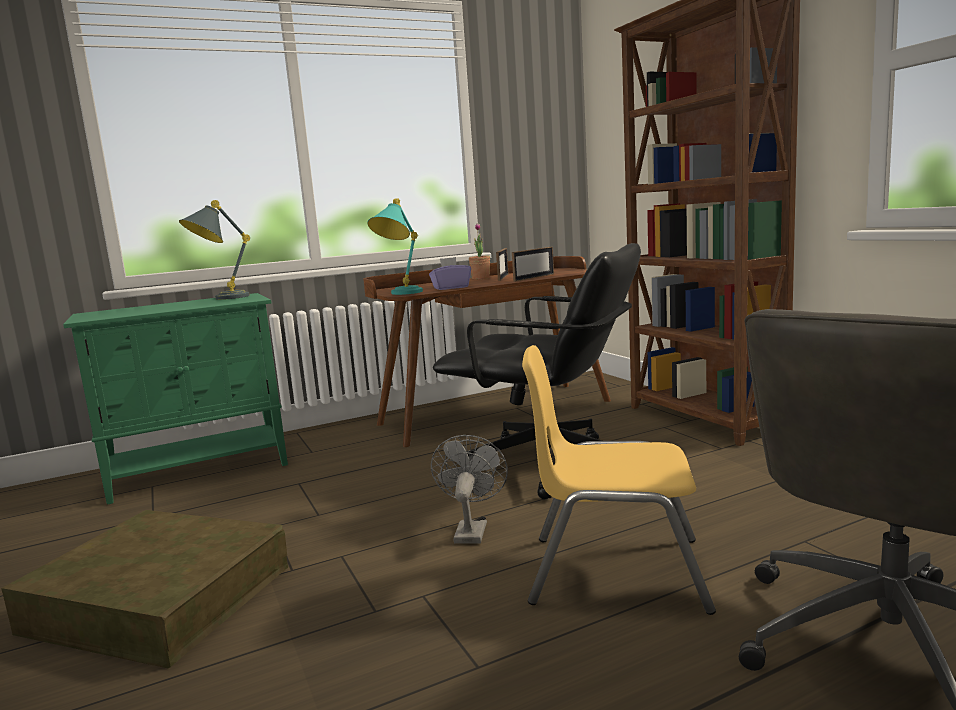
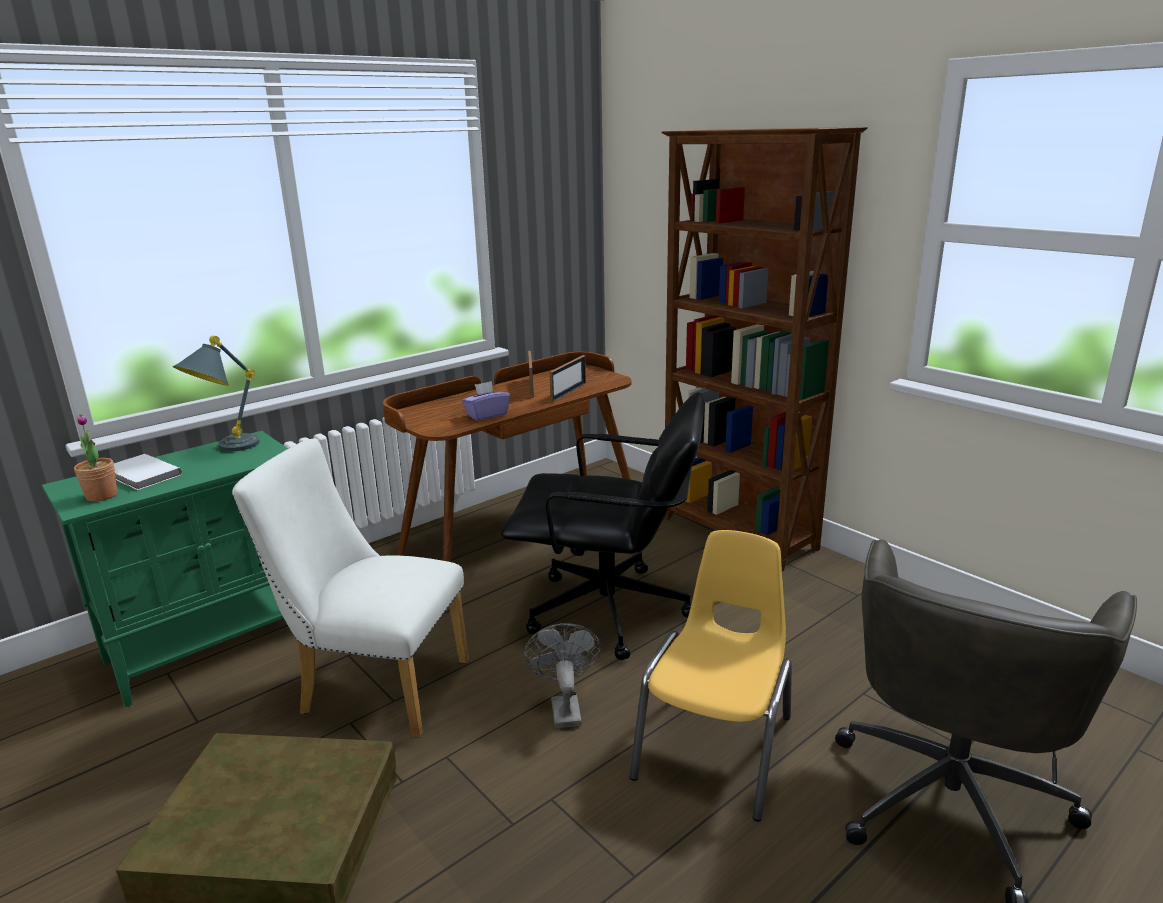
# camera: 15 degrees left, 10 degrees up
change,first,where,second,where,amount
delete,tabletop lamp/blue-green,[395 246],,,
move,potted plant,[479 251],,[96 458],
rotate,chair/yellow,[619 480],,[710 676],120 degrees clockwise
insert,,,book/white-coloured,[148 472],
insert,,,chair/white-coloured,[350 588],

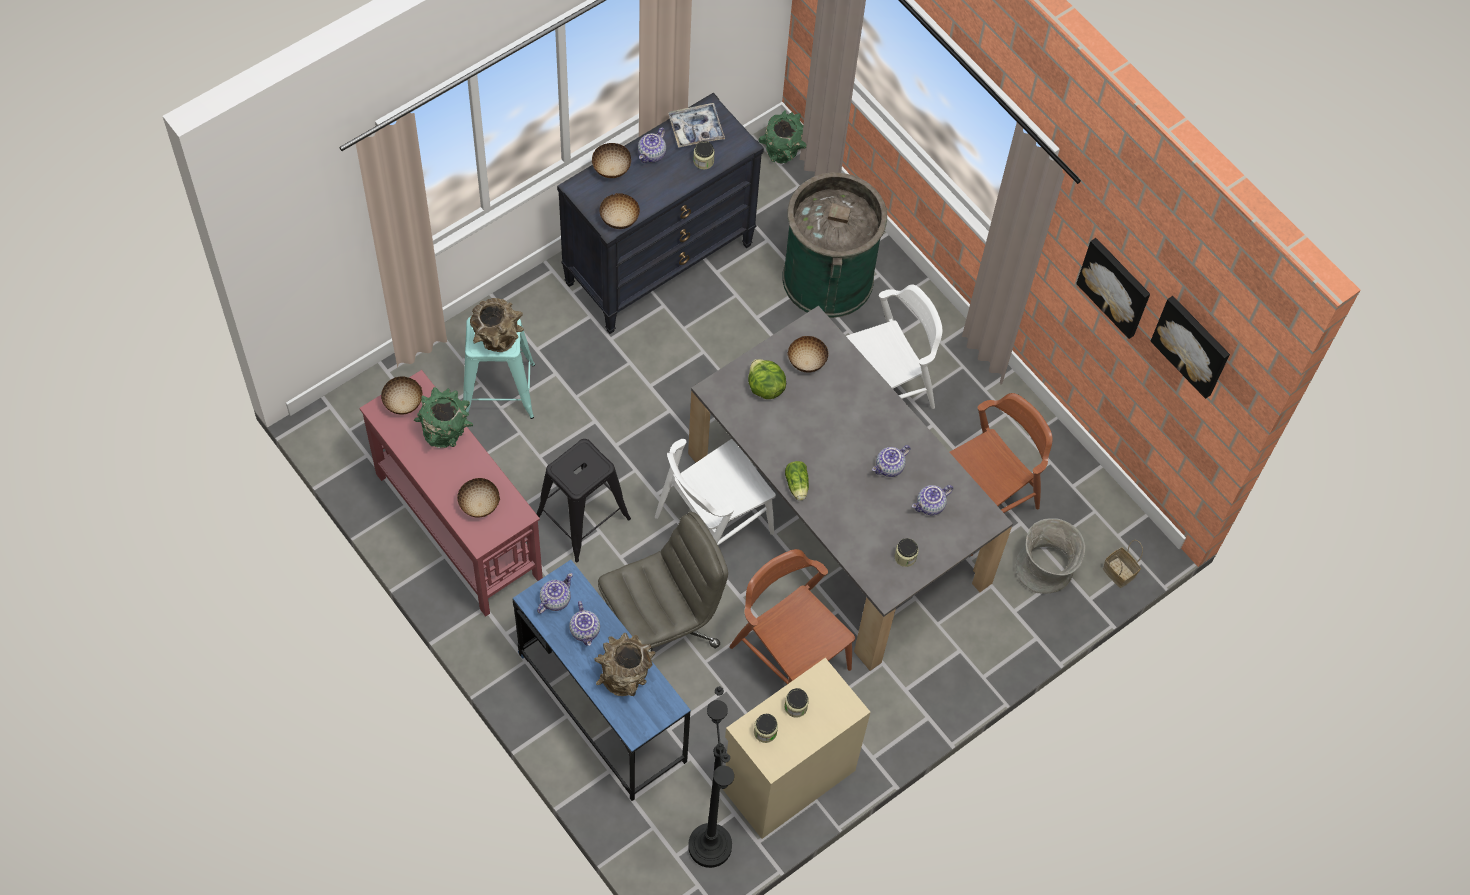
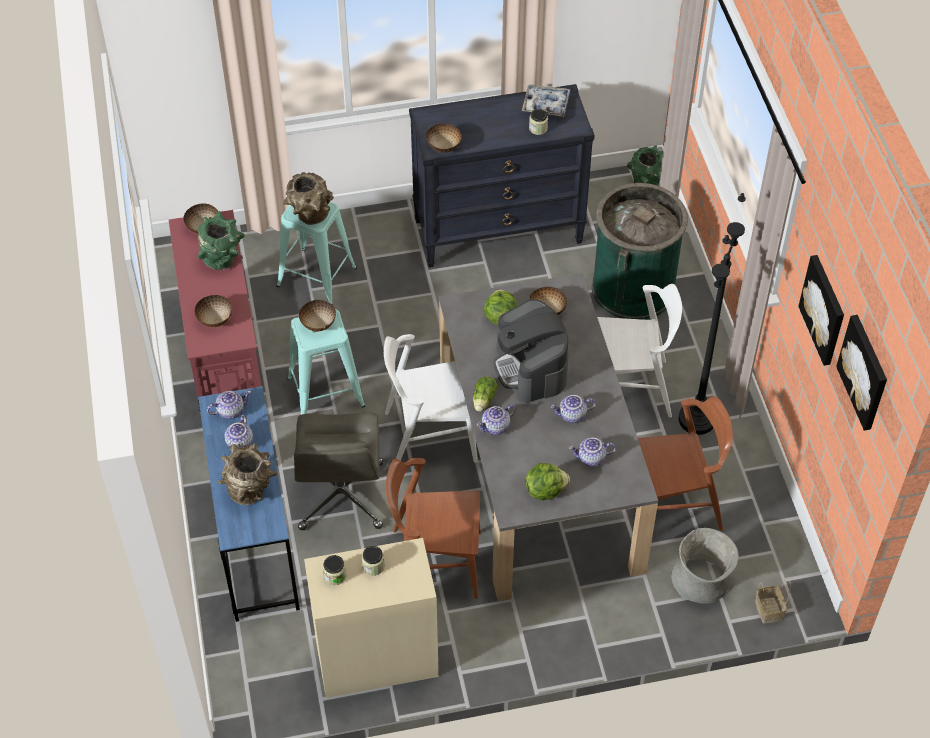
# camera: 30 degrees right, 10 degrees down
change,first,where,second,where,amount
recolor,sitting stool/black,[584 500],sitting stool/blue-green,[326 362],
move,bowl,[611 160],,[317 315],
rotate,desk chair/grey,[663 582],,[338 471],90 degrees clockwise
move,tea pot,[652 145],,[496 419],
move,standard lamp/black,[711 777],,[712 314],
rotate,chair/brown,[792 616],,[433 528],75 degrees counterclockwise
replace,jar,[906 552],lettuce,[548 482],
insert,,,coffee machine,[531 351],

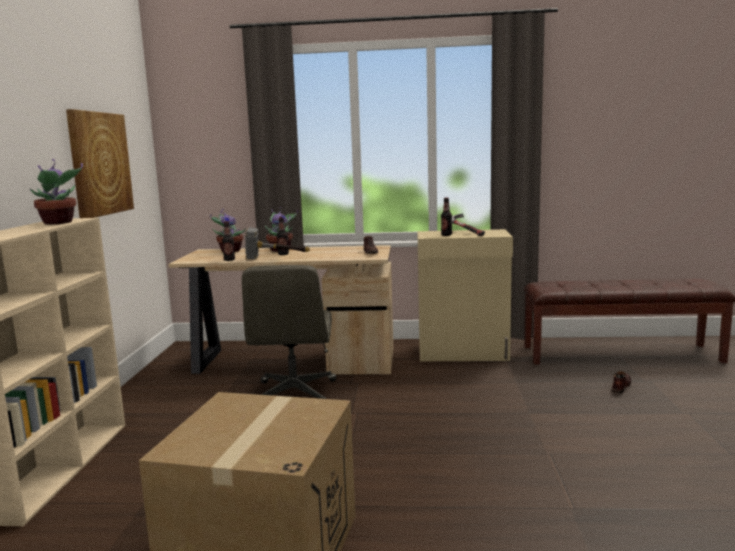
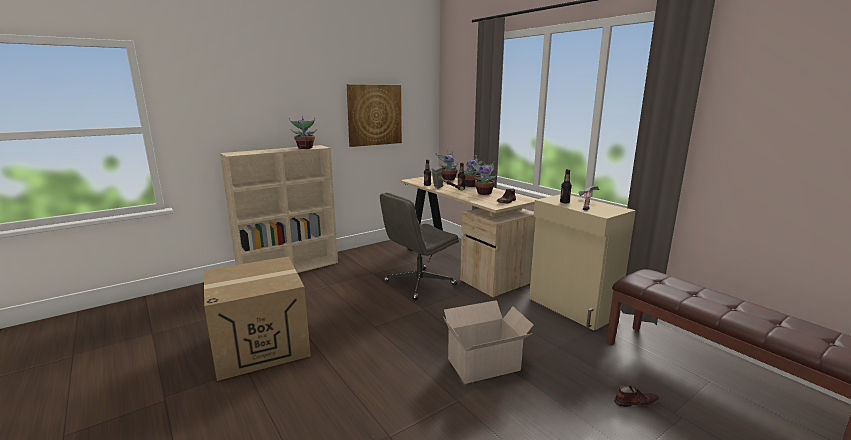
# camera: 50 degrees right, 5 degrees up
change,first,where,second,where,amount
insert,,,cardboard box,[488 342],
insert,,,potted plant,[484 177],

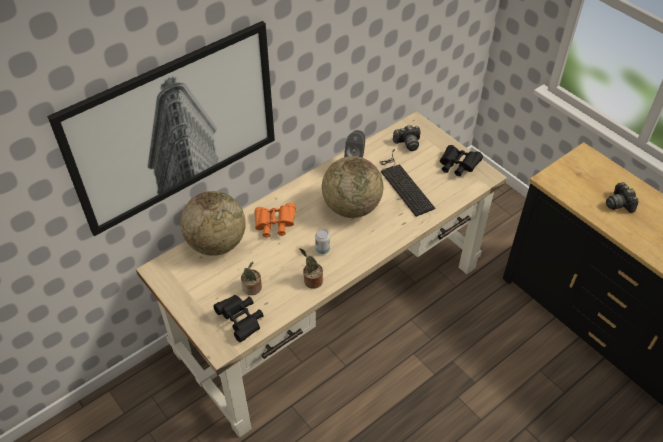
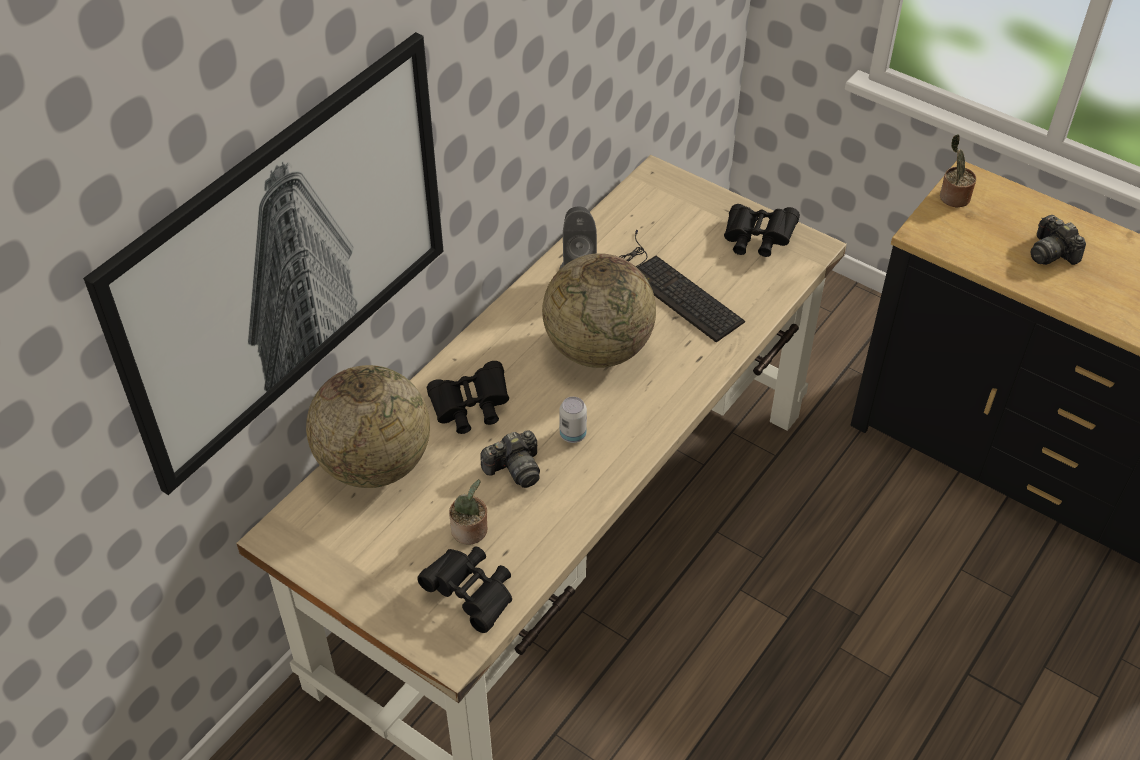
# camera: 15 degrees left, 0 degrees up
change,first,where,second,where,amount
recolor,pair of binoculars/orange,[275 220],pair of binoculars/black,[468 397],
move,potted plant,[311 268],,[958 170],
move,still camera,[407 138],,[510 459],

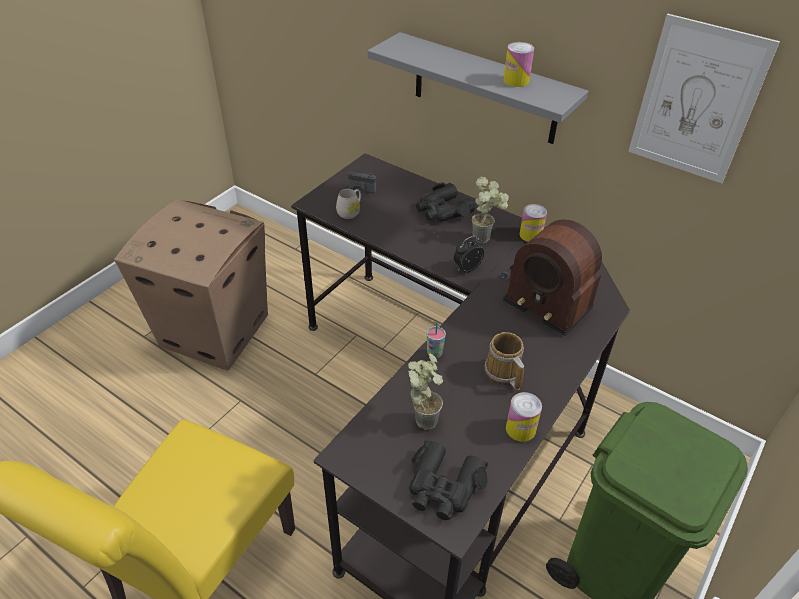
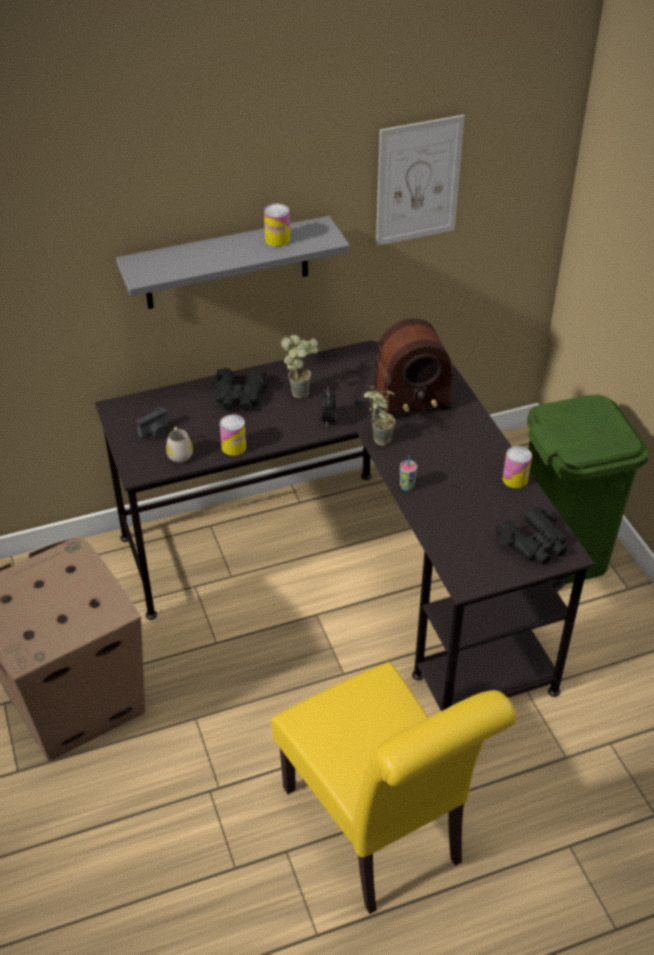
# camera: 55 degrees left, 0 degrees up
change,first,where,second,where,amount
move,potted plant,[425 391],,[380 415],
delete,coffee mug,[504 361],,,
move,can,[533 223],,[233 435],

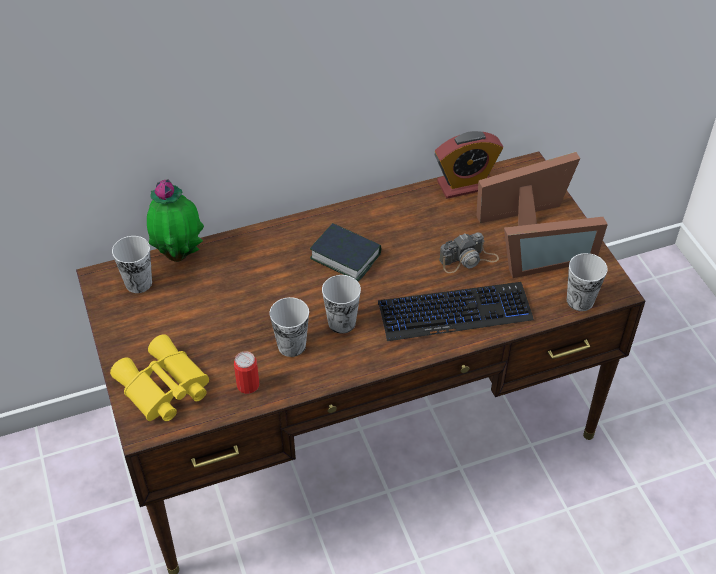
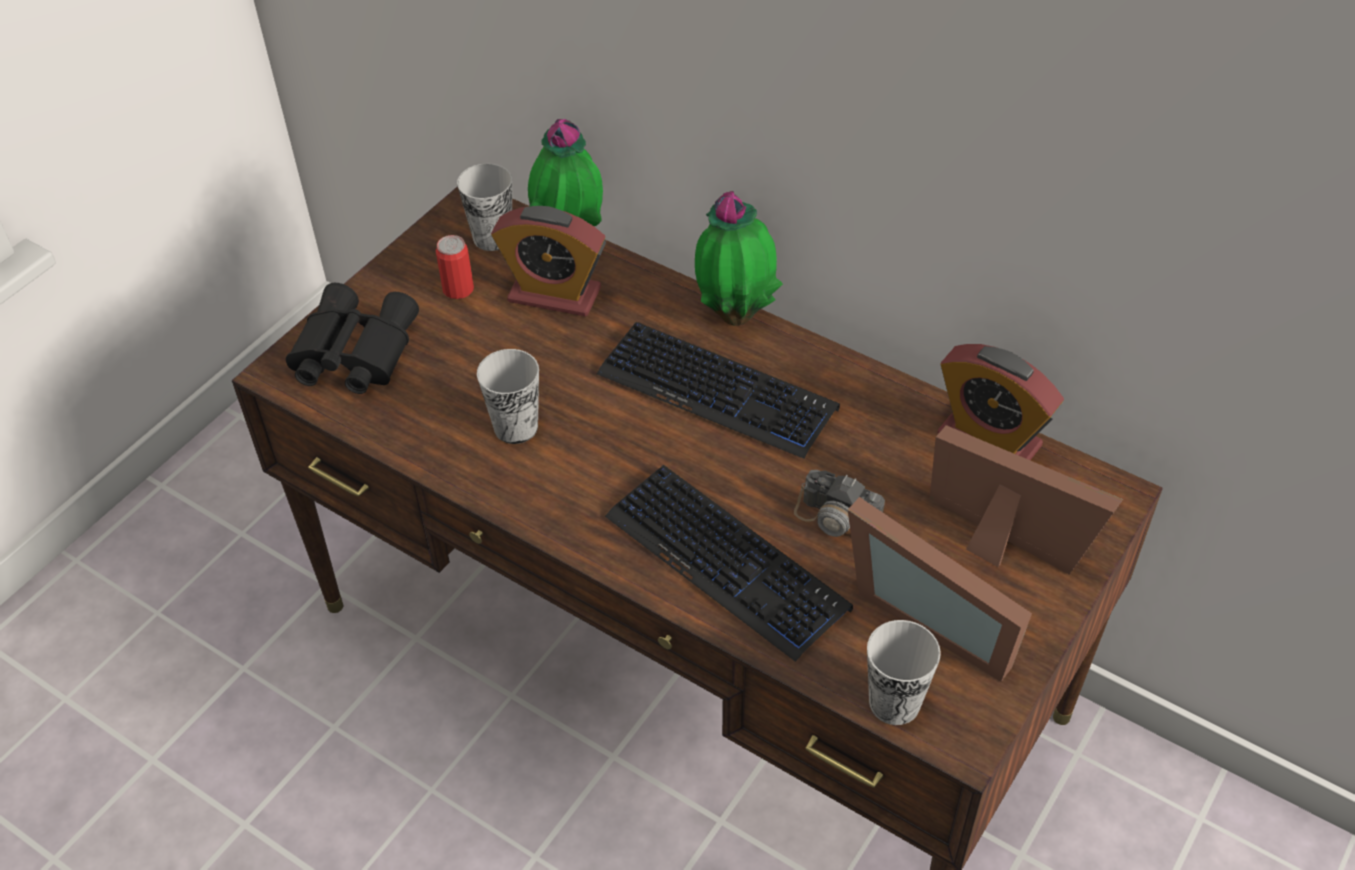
# camera: 55 degrees right, 0 degrees up
change,first,where,second,where,amount
recolor,pair of binoculars/yellow,[159 377],pair of binoculars/black,[352 338],
move,can,[246 372],,[455 267],
replace,book,[345 252],keyboard,[718 390],
delete,drinking cup,[341 304],,,
insert,,,alarm clock,[548 261],
insert,,,potted plant,[739 258],

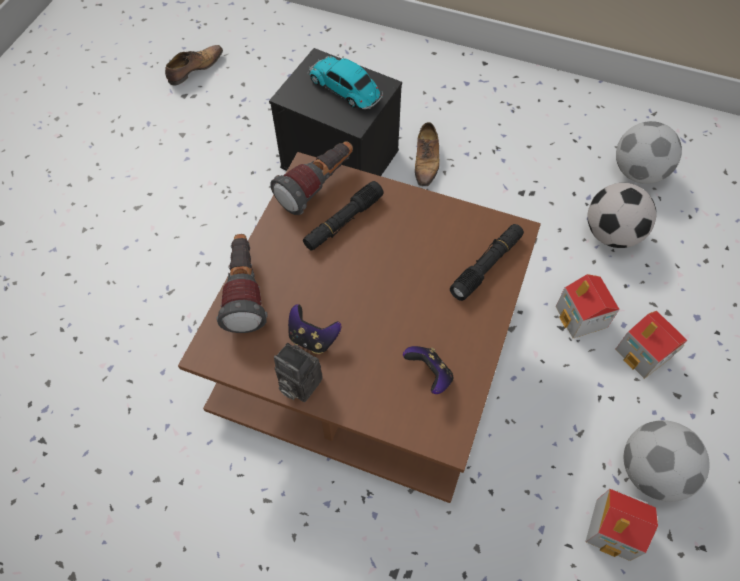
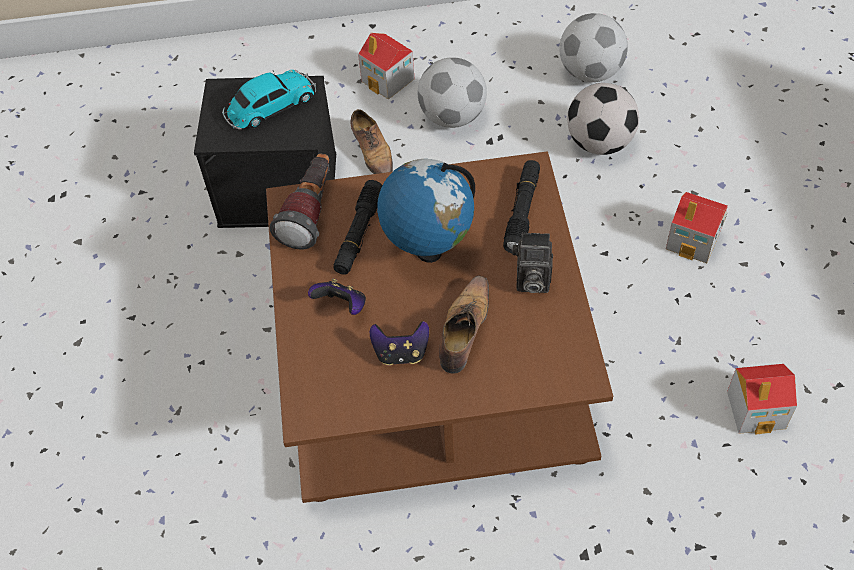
# camera: 25 degrees left, 5 degrees down
change,first,where,second,where,amount
move,item of footwear,[194 65],,[464 324],
delete,flashlight,[242 283],,,
move,still camera,[298 372],,[532 262],
rotate,model car,[345 82],,[269 99],135 degrees clockwise
move,joypad,[428 370],,[337 296],
move,toy house,[587 306],,[386 66],
move,football,[666 461],,[452 92],
insert,,,desk globe,[426 211],

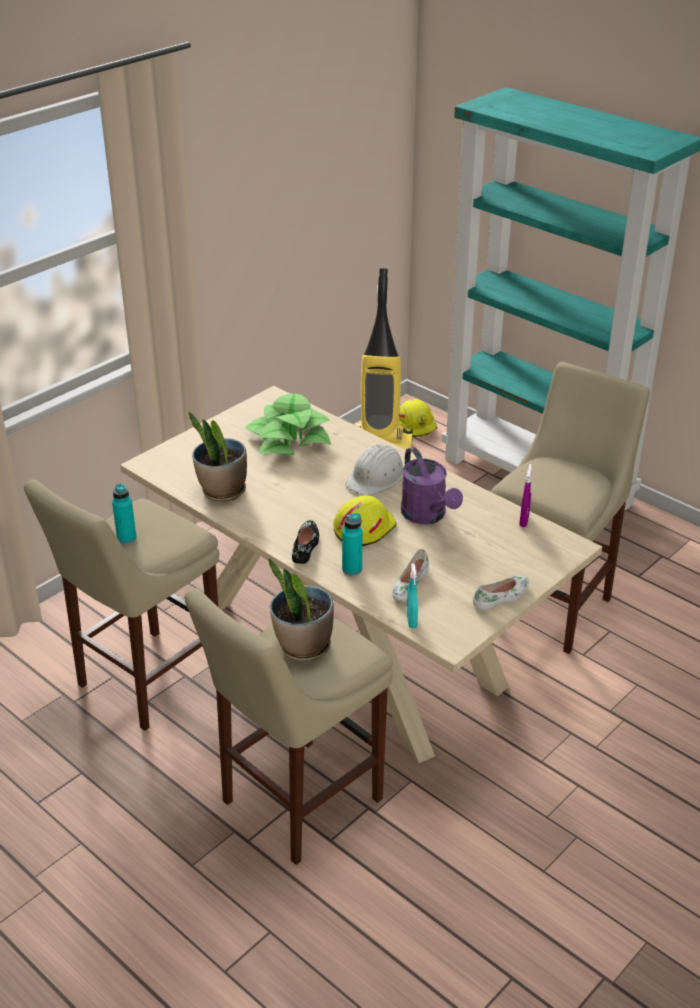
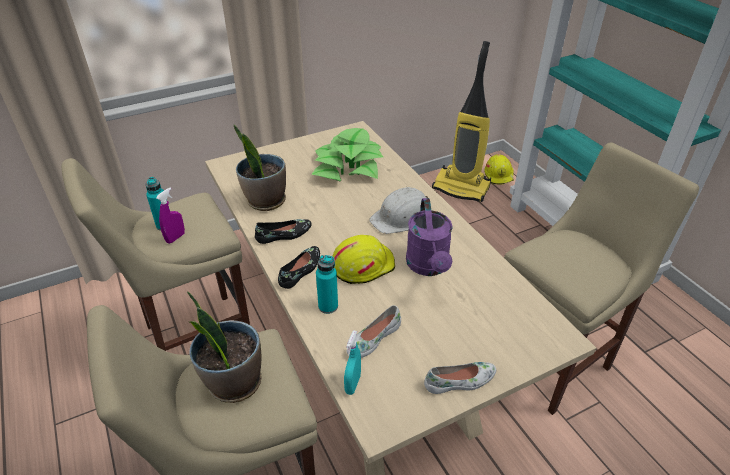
# camera: 20 degrees right, 5 degrees up
change,first,where,second,where,amount
move,sprayer/purple-coloured,[525 495],,[170 215],
insert,,,item of footwear/black,[283 231],

